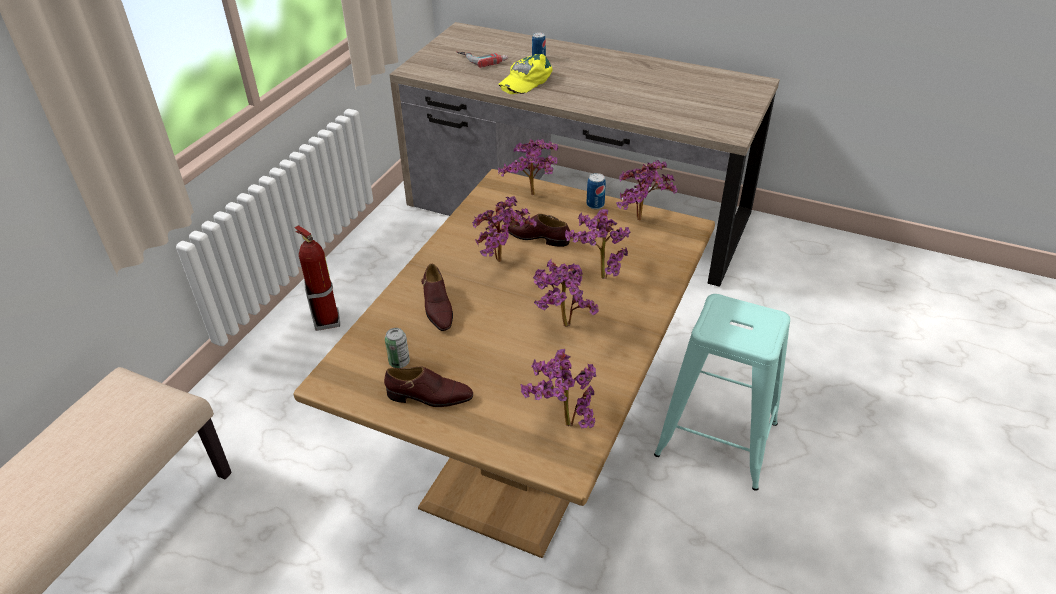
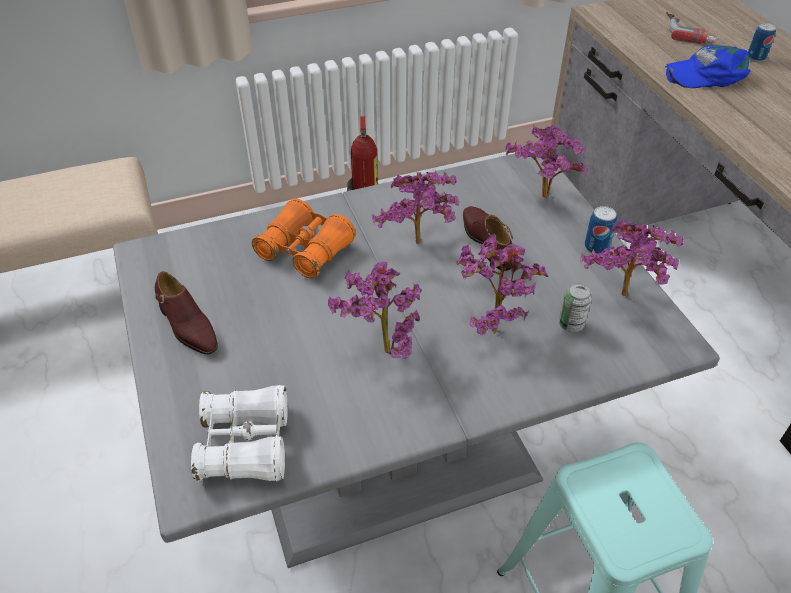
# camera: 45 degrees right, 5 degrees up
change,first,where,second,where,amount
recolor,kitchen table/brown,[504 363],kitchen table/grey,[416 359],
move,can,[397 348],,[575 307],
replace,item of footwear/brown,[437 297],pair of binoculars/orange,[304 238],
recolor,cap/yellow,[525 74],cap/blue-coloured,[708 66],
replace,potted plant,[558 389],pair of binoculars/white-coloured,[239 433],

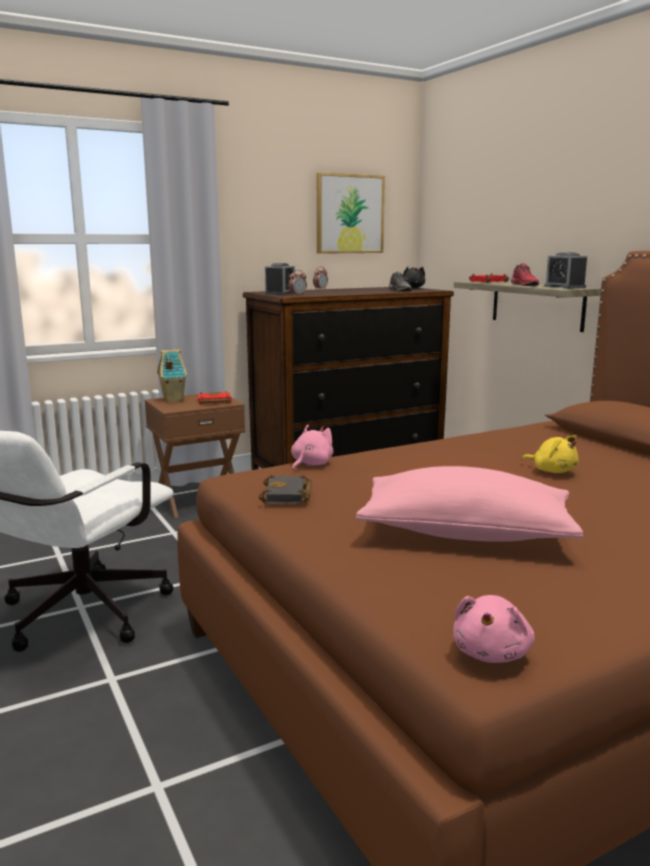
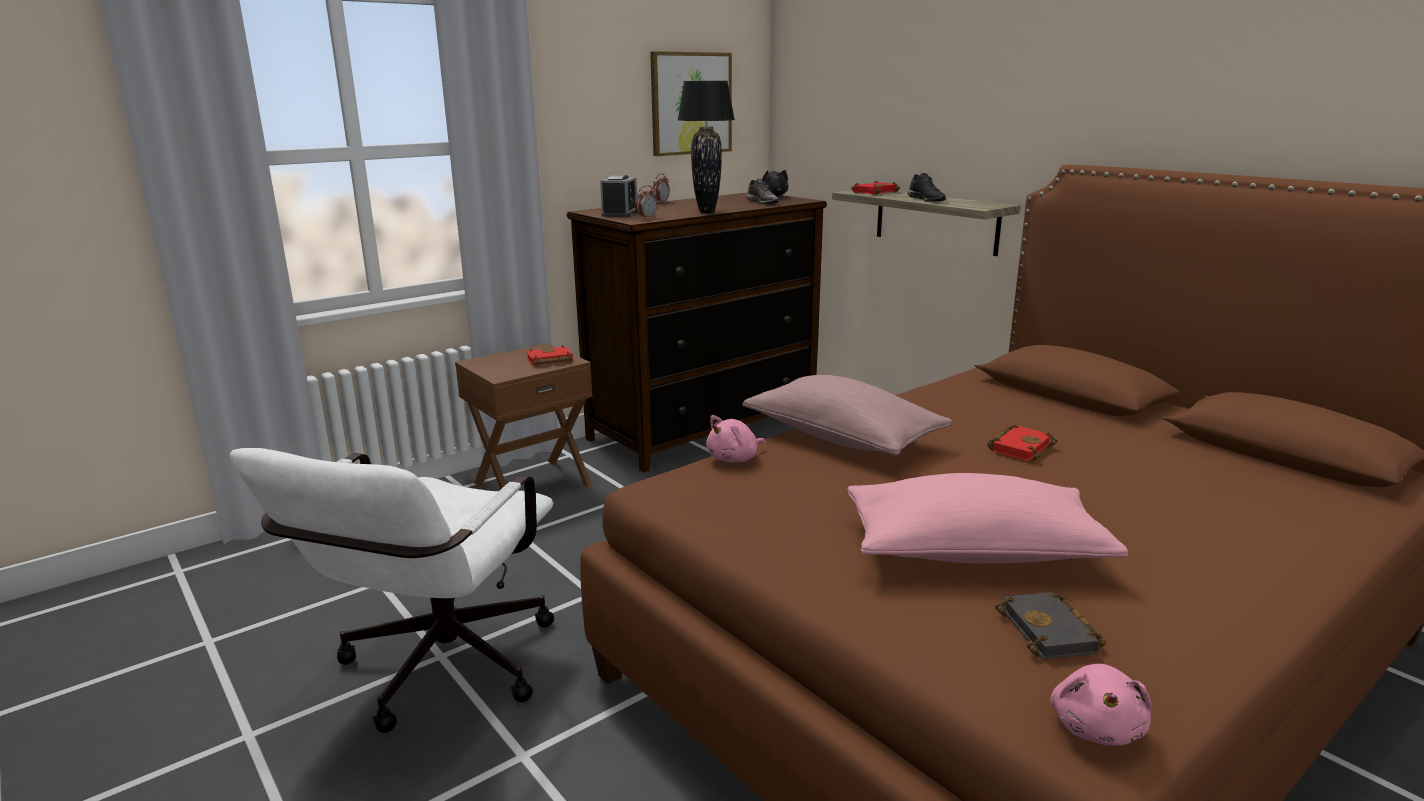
# camera: 10 degrees left, 5 degrees up
change,first,where,second,where,amount
delete,toy house,[172 375],,,
move,book/black,[285 489],,[1050 625],
rotate,plush toy/pink-coloured,[312 447],,[736 439],150 degrees counterclockwise
recolor,item of footwear/red-coloured,[525 274],item of footwear/black,[927 187],
replace,plush toy/yellow,[550 454],book/red-coloured,[1022 442],
delete,alarm clock,[565 270],,,
insert,,,tabletop lamp/black,[706 147],
insert,,,throw pillow/pink-coloured,[847 415],

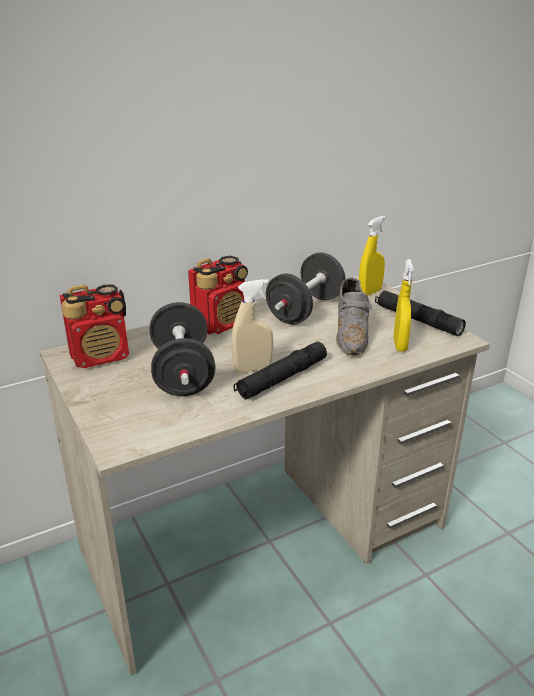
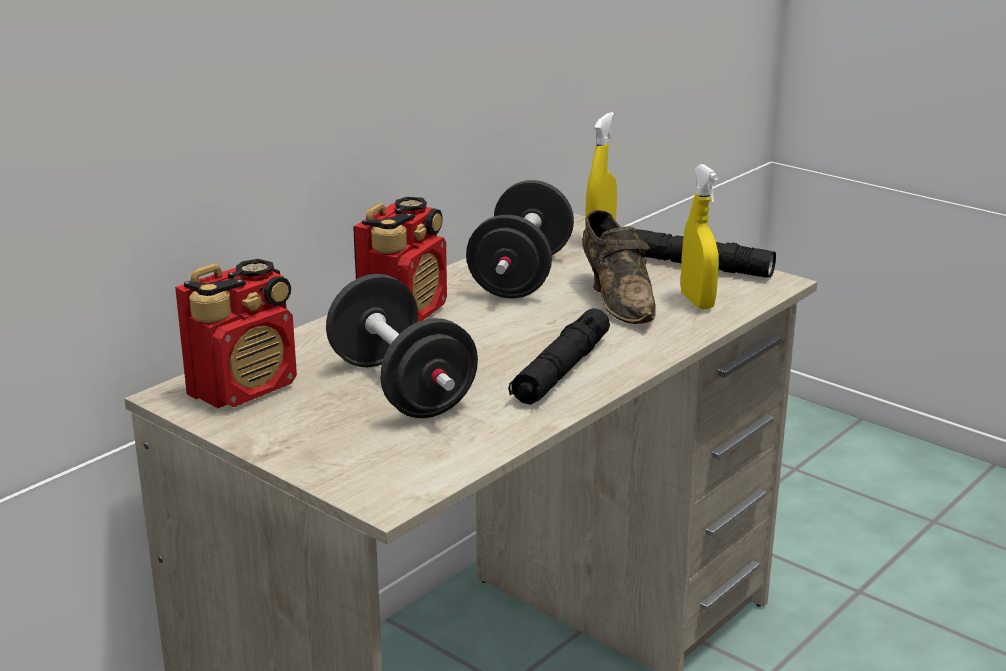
# camera: 20 degrees left, 5 degrees down
change,first,where,second,where,amount
delete,sprayer/beige,[252 326],,,
recolor,item of footwear/grey,[354 316],item of footwear/brown,[619 267],

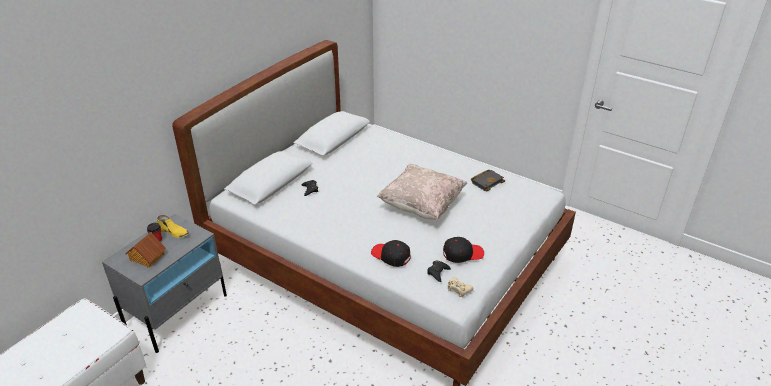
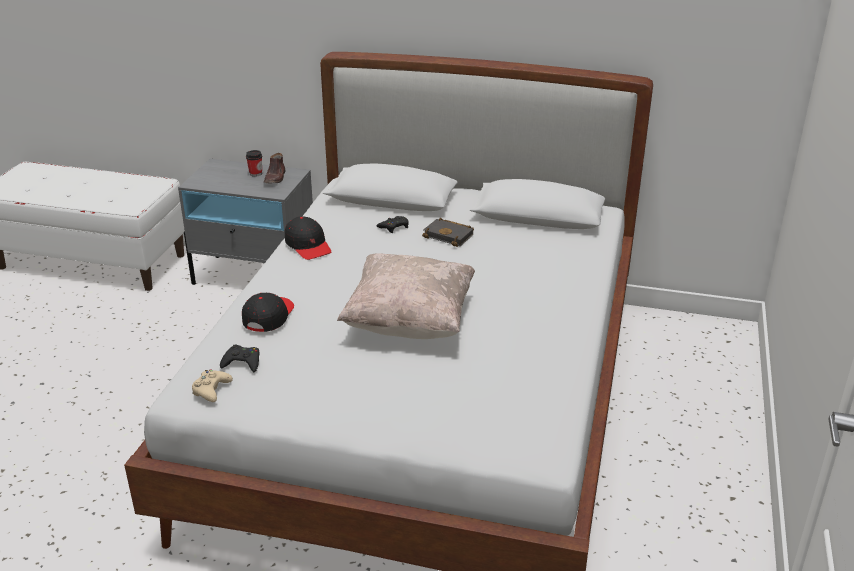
# camera: 70 degrees right, 5 degrees down
change,first,where,second,where,amount
delete,toy house,[145 250],,,
recolor,item of footwear/yellow,[173 226],item of footwear/brown,[274 168],
move,cap/black,[463 250],,[308 238],
move,book/black,[488 180],,[448 232],

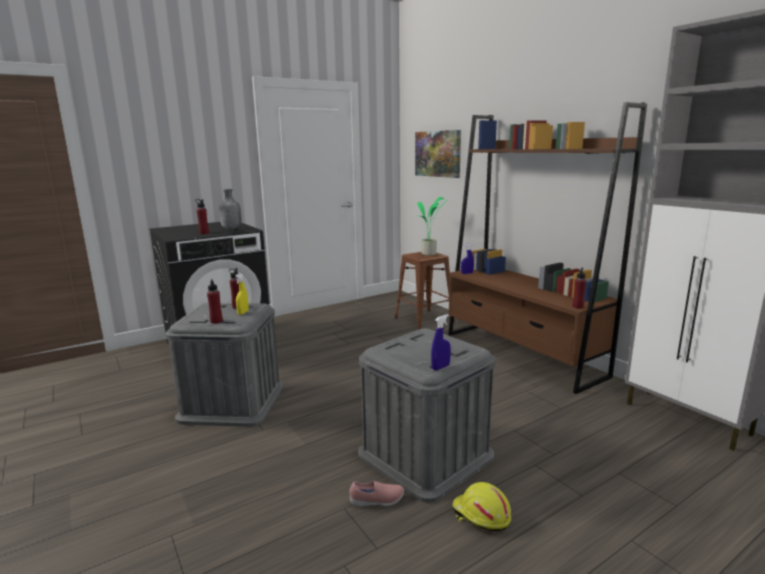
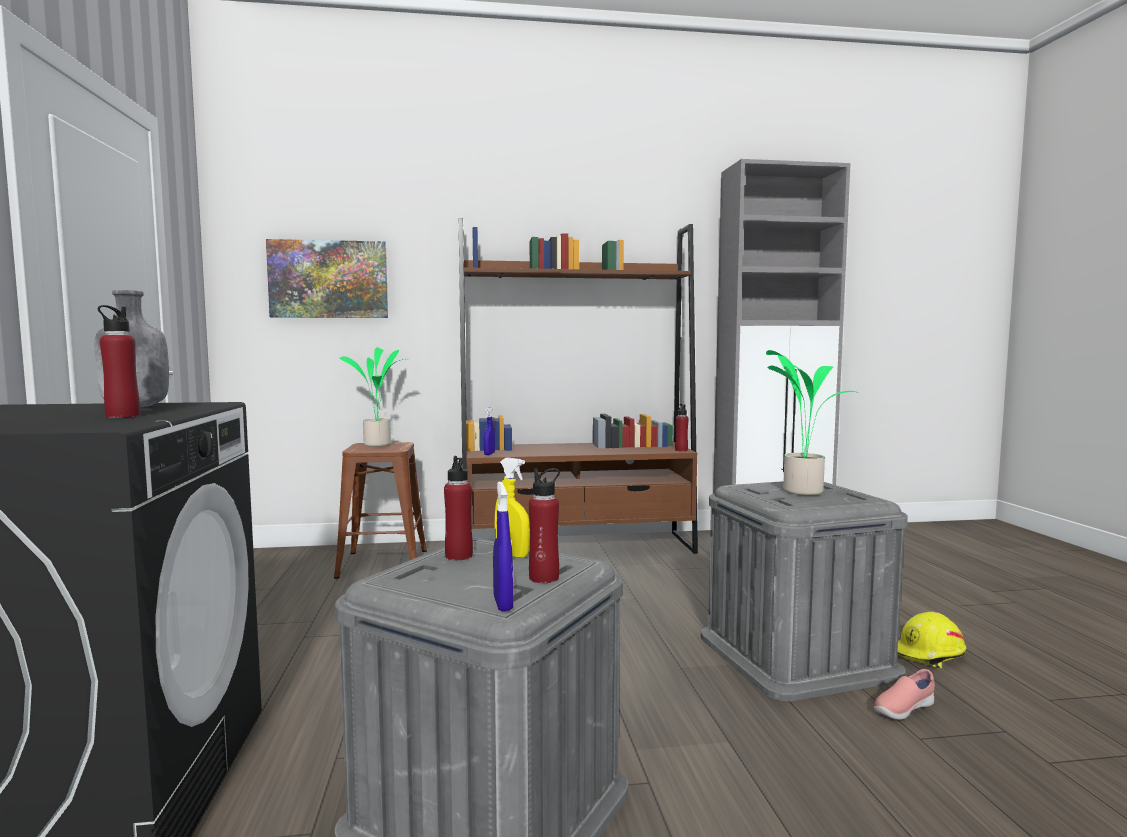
# camera: 65 degrees left, 10 degrees down
change,first,where,second,where,amount
rotate,item of footwear/pink-coloured,[376 494],,[904 694],135 degrees counterclockwise
move,sprayer/blue-coloured,[441 342],,[503 547],
insert,,,potted plant,[812 423],

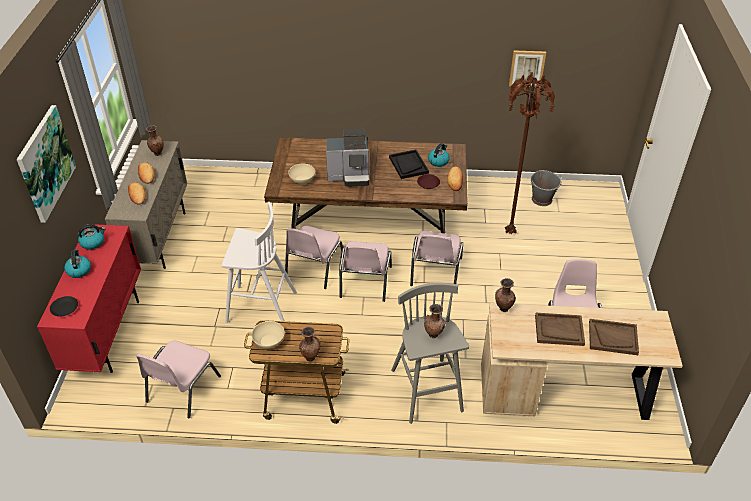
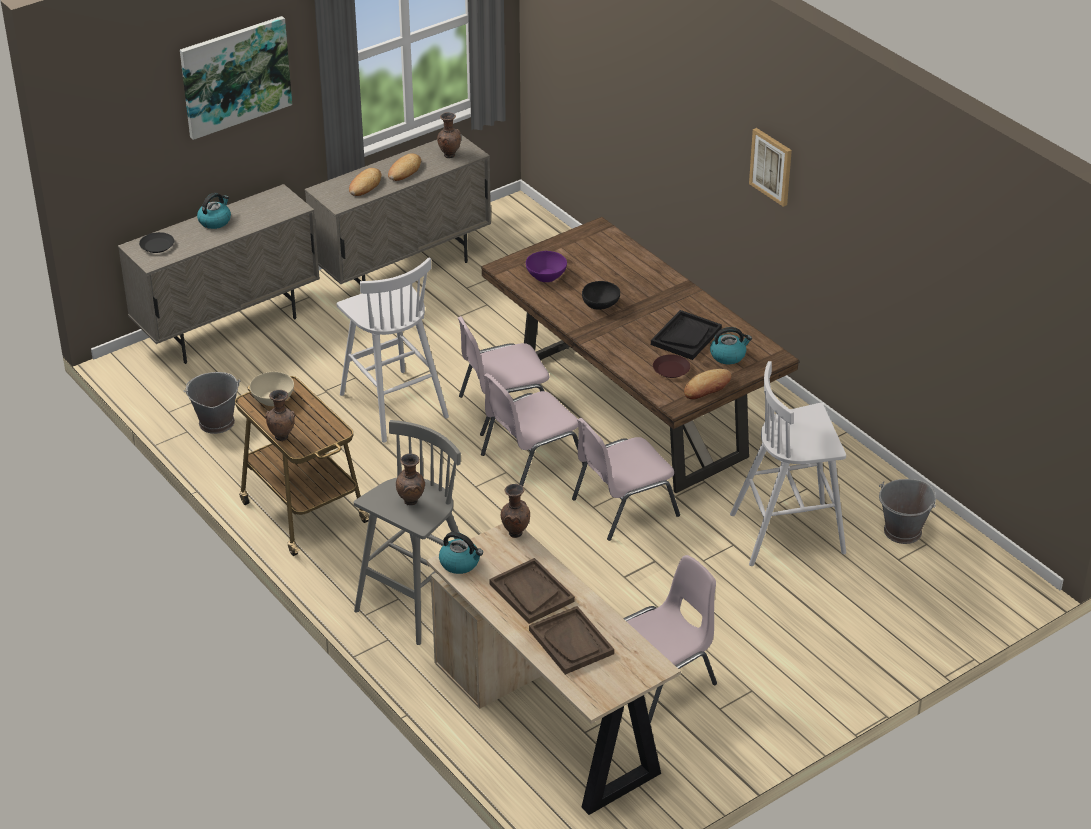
# camera: 50 degrees right, 5 degrees down
change,first,where,second,where,amount
recolor,storage cabinet/red-coloured,[89 298],storage cabinet/beige,[219 274],
move,kettle,[92 237],,[461 553],
replace,chair/pink-coloured,[178 379],pail/grey,[212 403],
recolor,bowl/beige,[301 174],bowl/purple-coloured,[546 266],
replace,coffee machine,[347 158],bowl/black,[601 295],
replace,standard lamp/brown,[530 153],sitting stool/white-coloured,[788 463],
move,picture,[527 68],,[770 167],

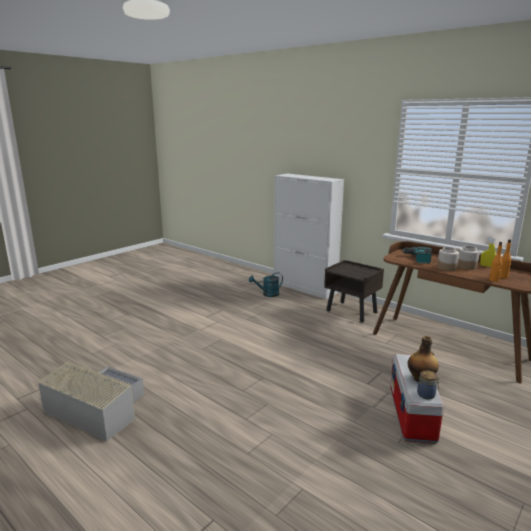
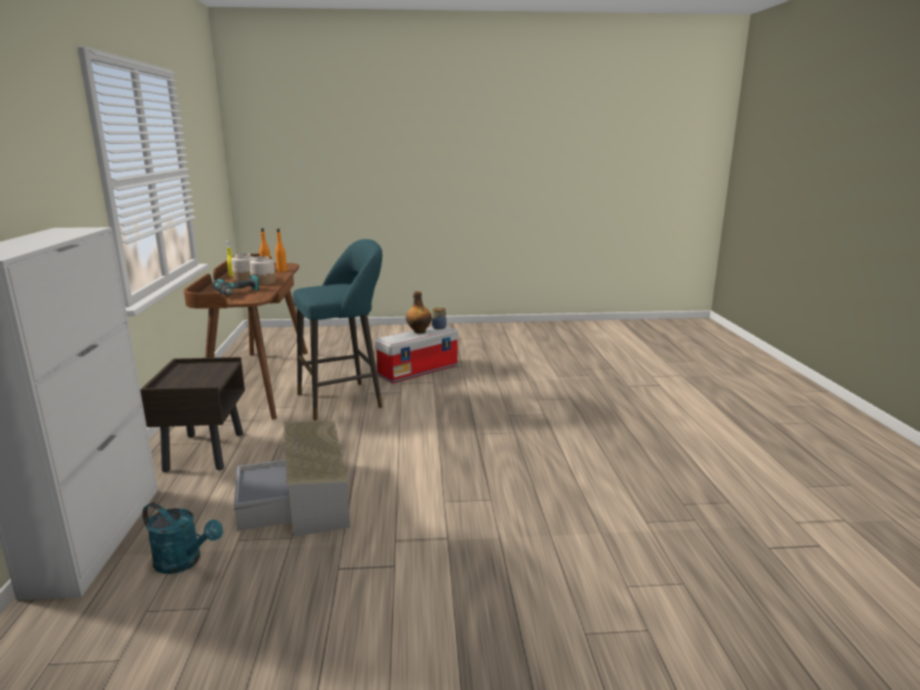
# camera: 135 degrees left, 0 degrees up
change,first,where,second,where,amount
move,storage box/grey,[90 401],,[292 479],
insert,,,sitting stool/blue-green,[338 330],

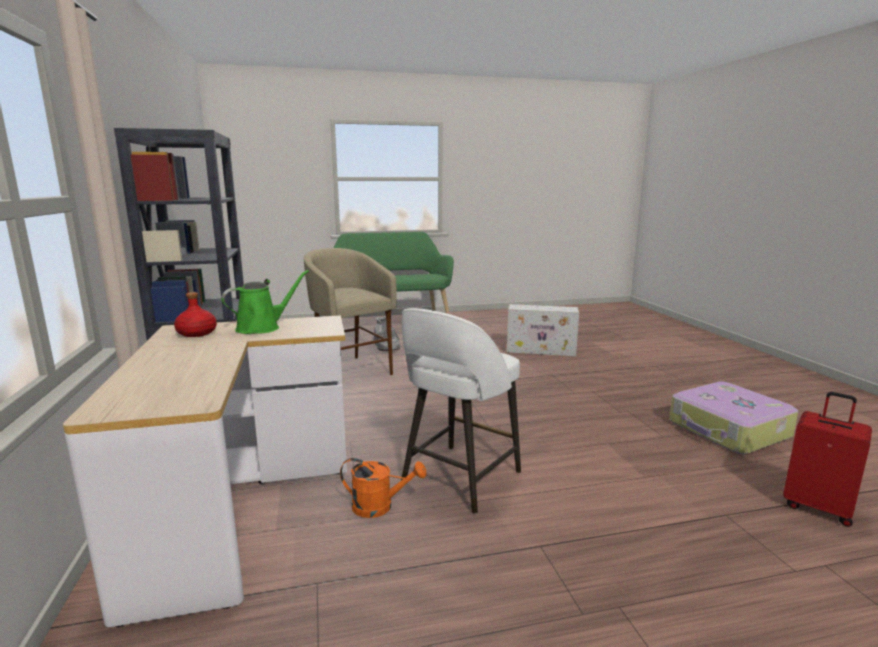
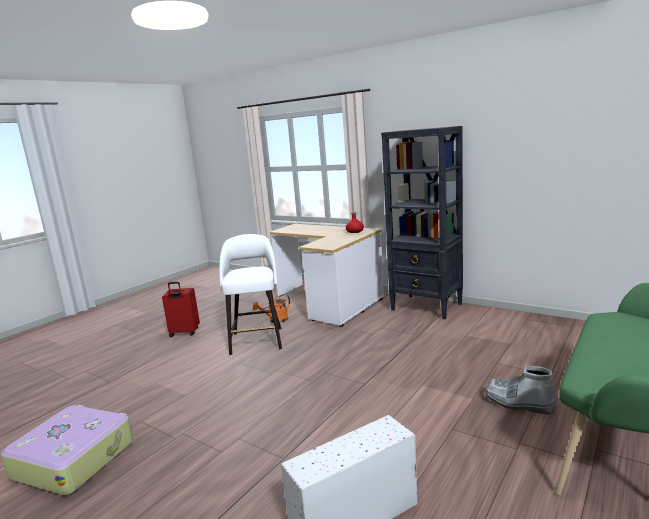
# camera: 140 degrees right, 0 degrees up
change,first,where,second,where,amount
delete,watering pot/green-coloured,[265 302],,,
delete,sitting stool/beige,[350 311],,,
move,suitcase/red-coloured,[827 459],,[181 309],

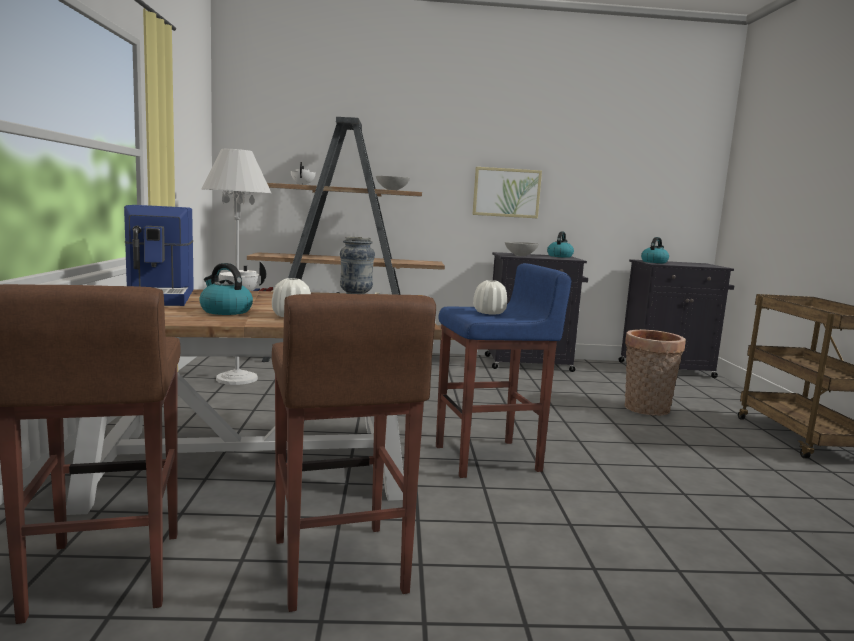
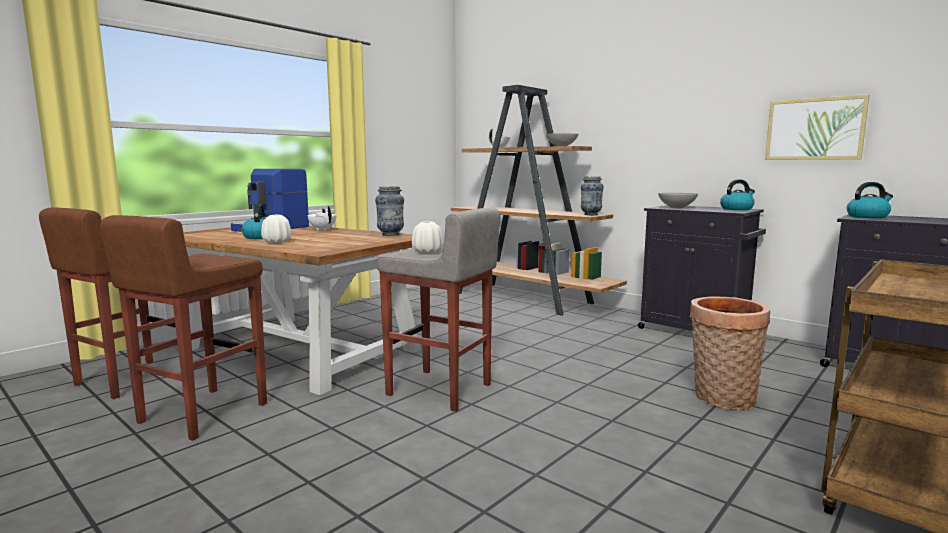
# camera: 45 degrees right, 0 degrees up
change,first,where,second,where,amount
delete,standard lamp/white-coloured,[236 267],,,
recolor,sitting stool/blue-coloured,[503 370],sitting stool/grey,[438 309],
move,picture,[507 192],,[817 127],
insert,,,decorative vase,[592 195],

